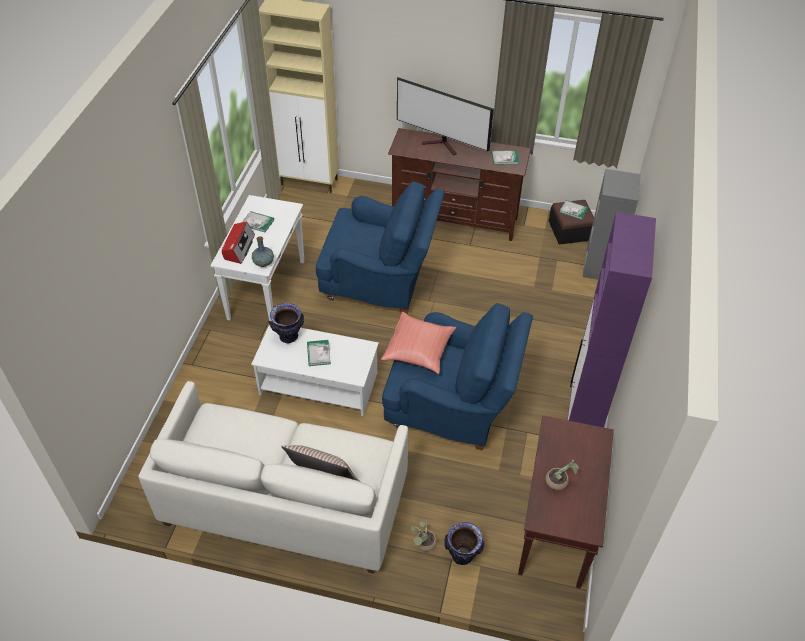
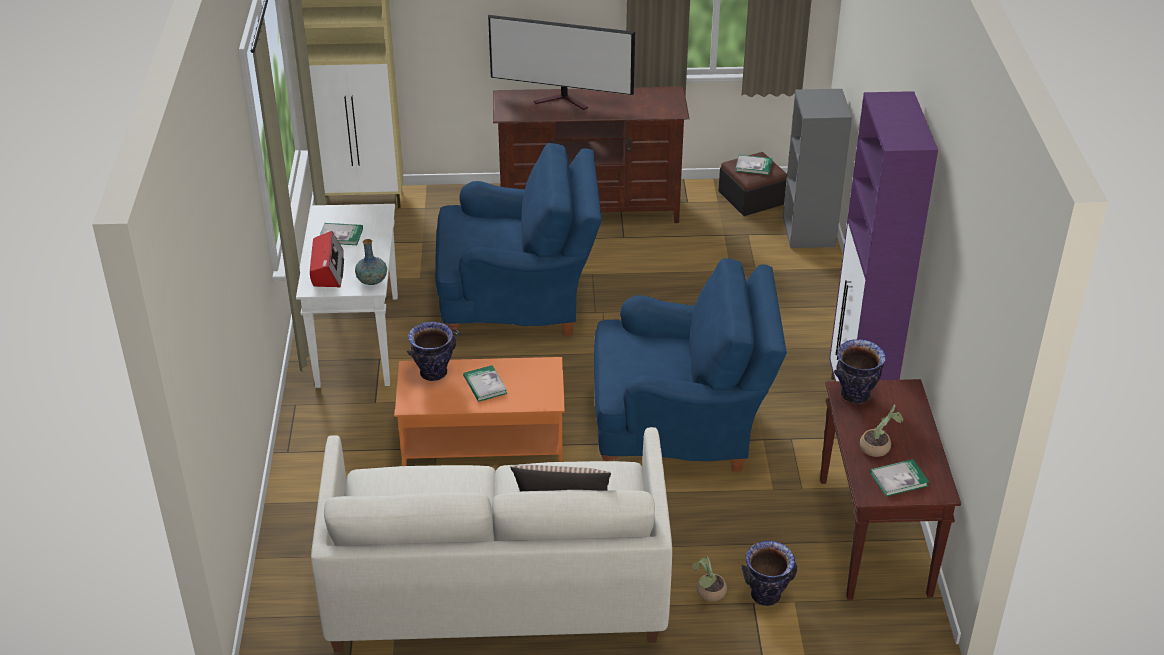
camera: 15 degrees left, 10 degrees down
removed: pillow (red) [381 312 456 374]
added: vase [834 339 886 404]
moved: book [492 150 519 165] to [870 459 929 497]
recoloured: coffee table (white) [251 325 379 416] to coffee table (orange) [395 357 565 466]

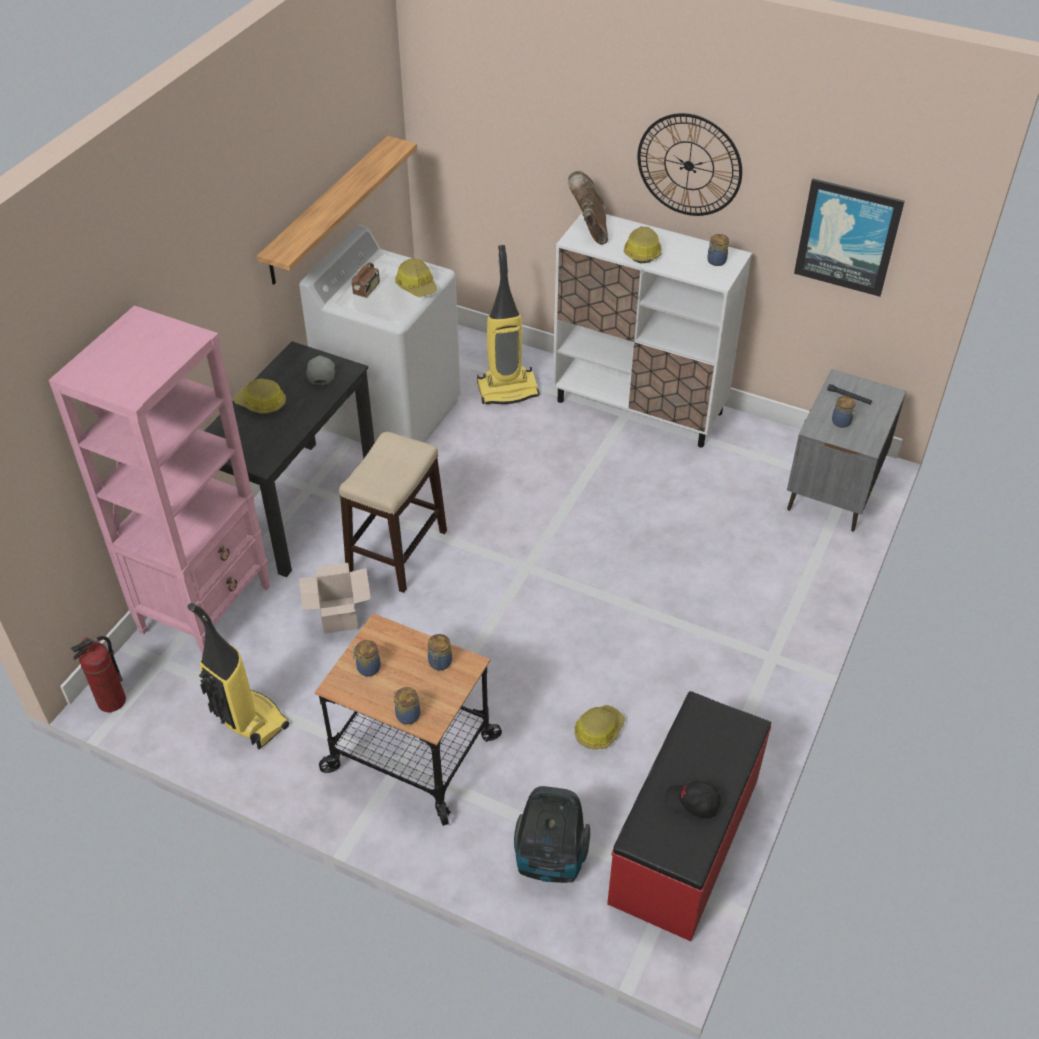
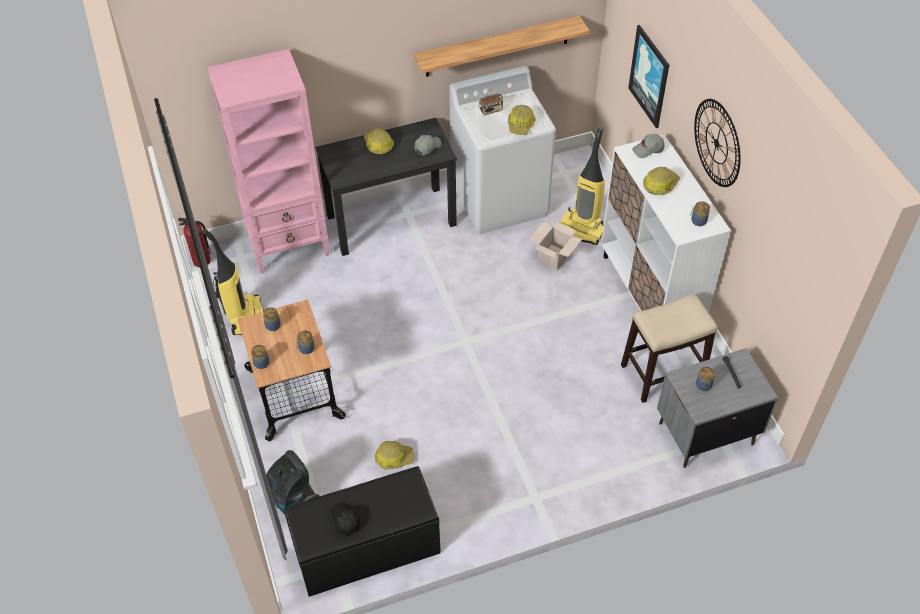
camera: 45 degrees right, 5 degrees up
moved: picture [794 178 905 297] to [628 25 669 128]; stool [339 432 447 593] to [621 294 718 403]; cardboard box [299 563 371 634] to [530 222 582 271]
replaced: boot (brown) [569 171 608 245] to cap (grey) [632 134 665 158]
recoloured: bench (red) [607 691 771 941] to bench (black) [284 466 441 597]

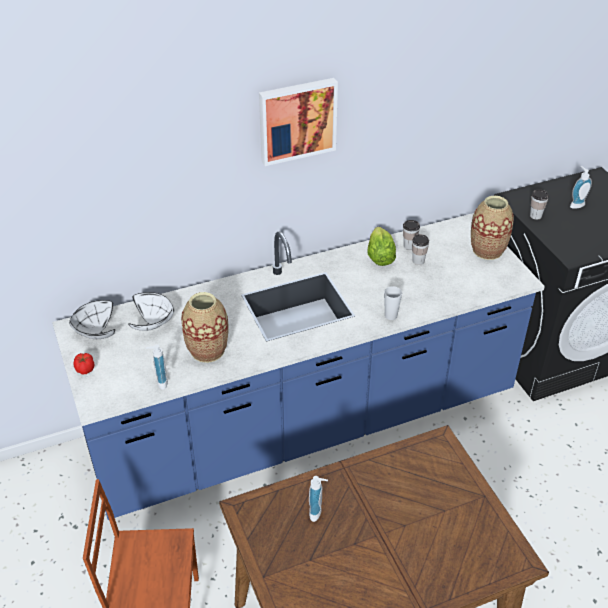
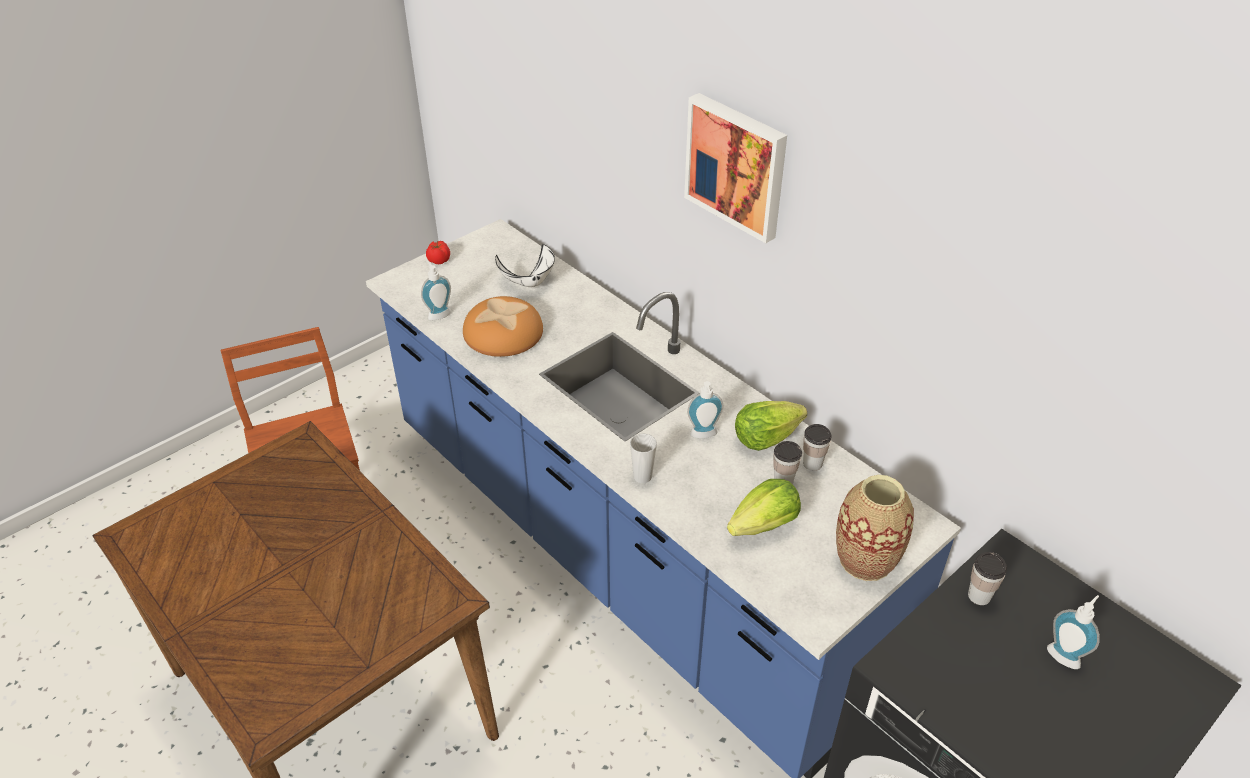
camera: 70 degrees right, 0 degrees up
removed: bowl (white) [69 300 115 339]
added: lettuce [727 479 801 536]
moved: soap dispenser [309 476 328 522] to [687 381 724 438]
replaced: vase [181 292 228 363] to bread [463 296 543 357]

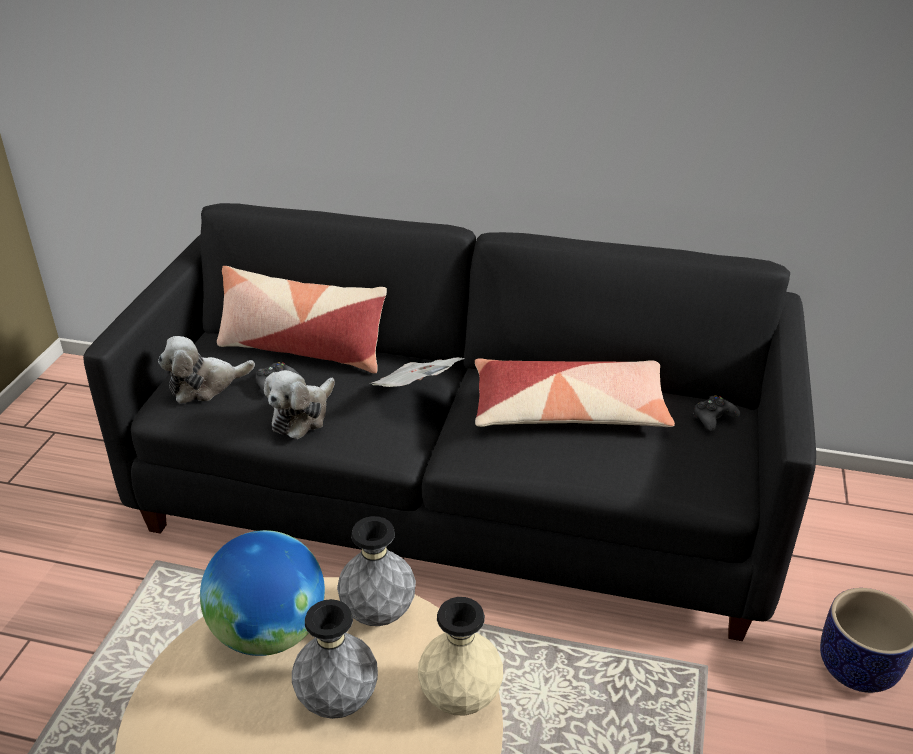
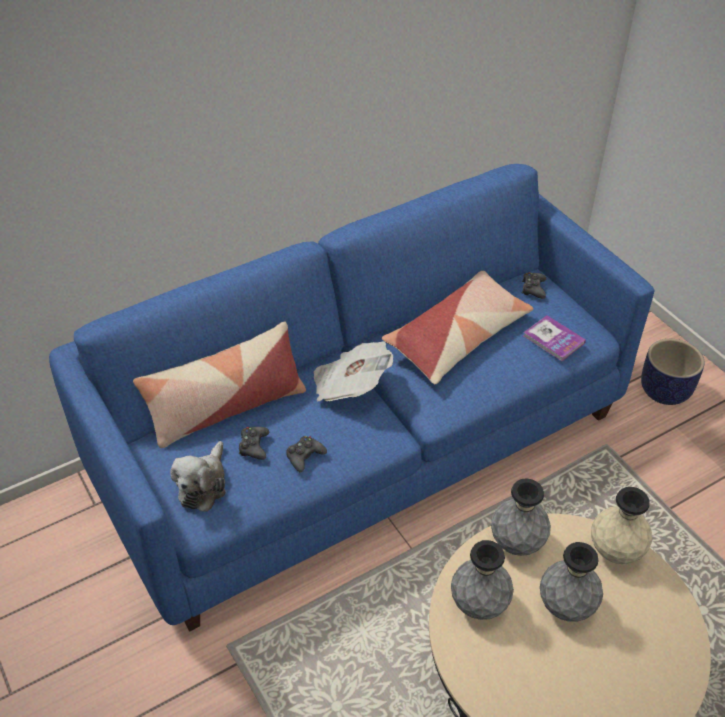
camera: 45 degrees left, 10 degrees up
added: book [524 315 586 361]
replaced: plush toy [264 370 335 439] to game controller (black) [286 436 327 473]; globe [200 530 325 656] to vase (grey) [451 540 514 620]
recoloured: sofa (black) [83 203 816 641] to sofa (blue) [49 164 654 632]

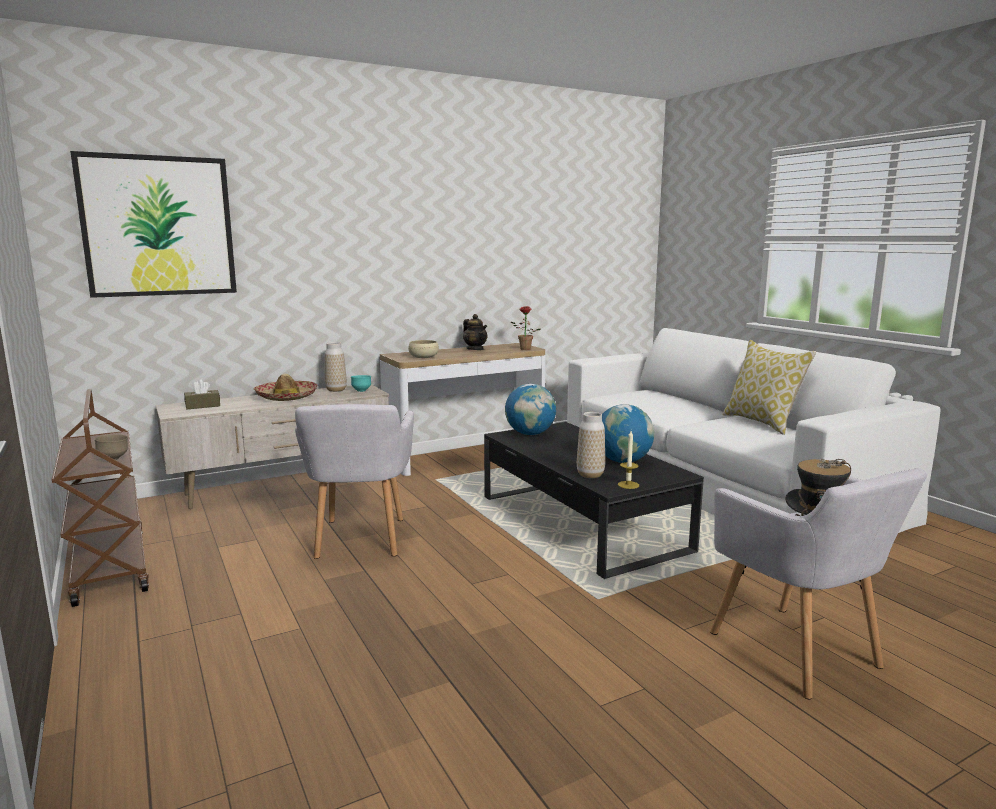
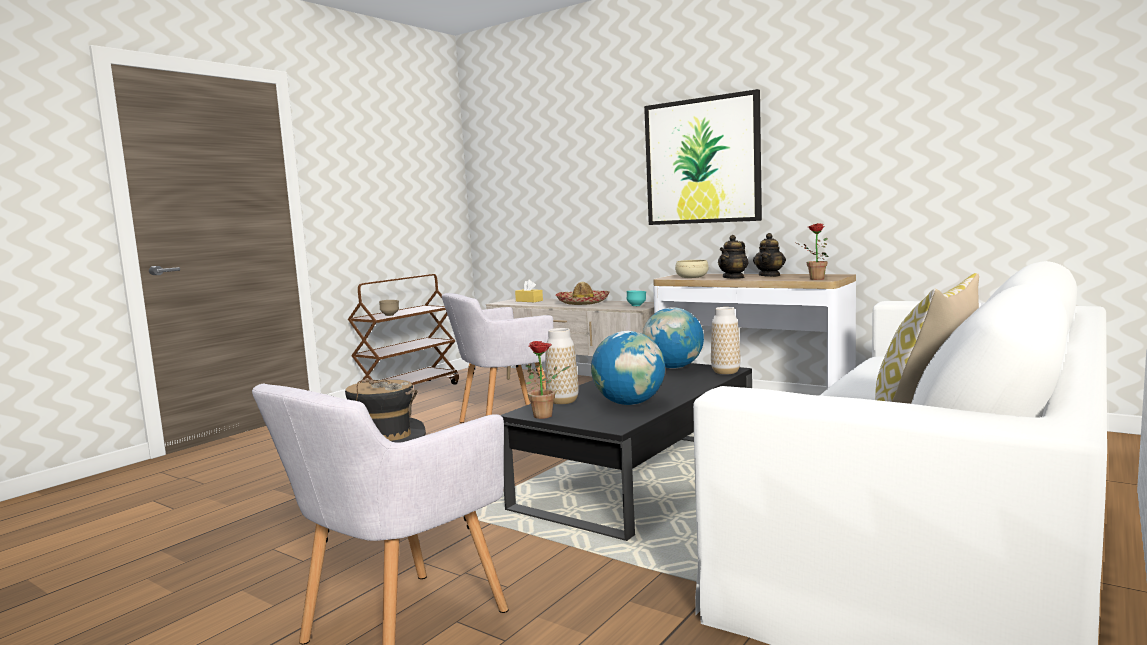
camera: 65 degrees right, 5 degrees down
added: teapot [718 235 749 279]
moved: picture [70 151 237 298] to [644 89 762 225]; vase [325 342 347 392] to [711 307 741 374]
replaced: candle [618 431 639 489] to potted plant [526 341 570 419]
recoloured: tissue box (brown) [184 379 220 409] to tissue box (yellow) [515 280 543 302]

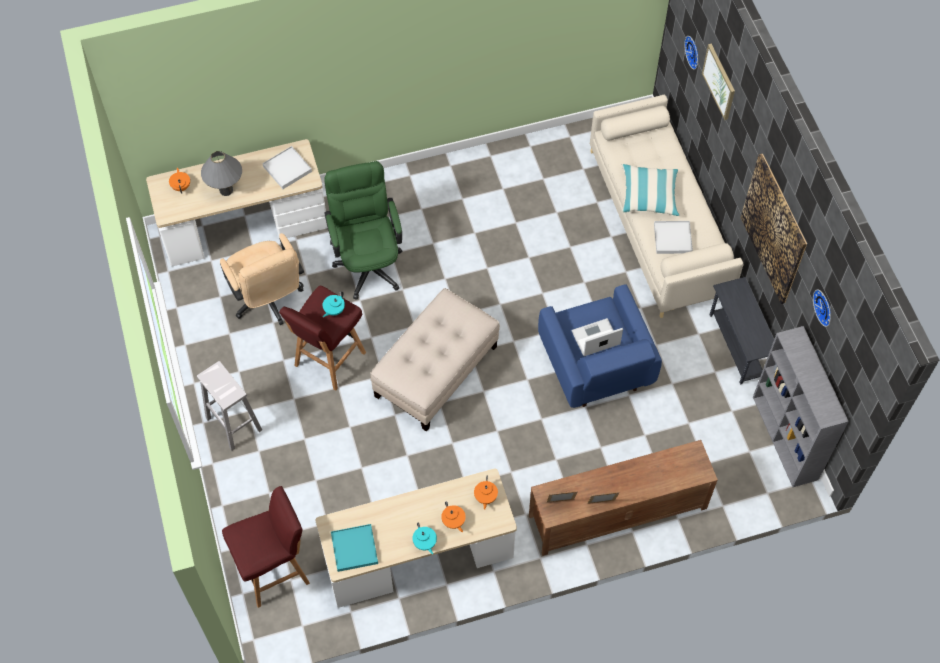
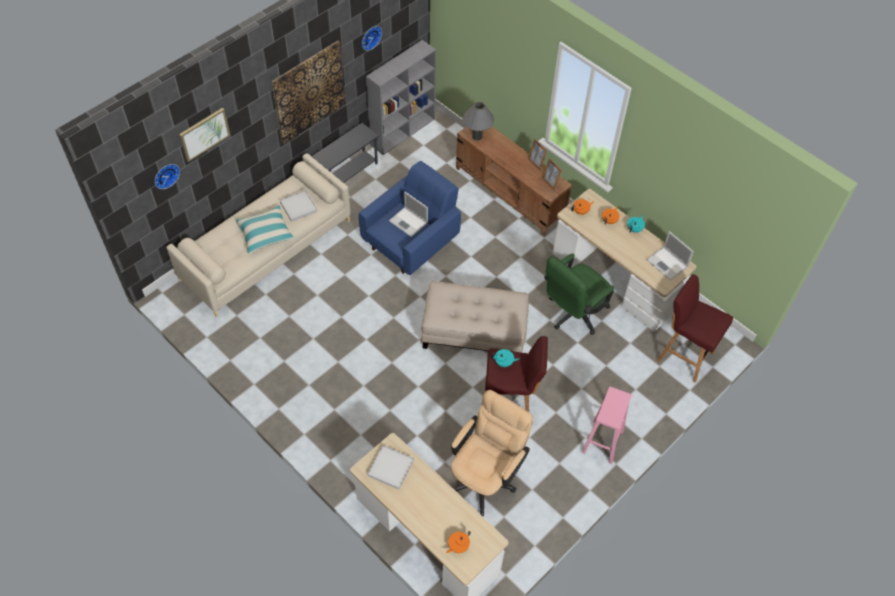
camera: 120 degrees left, 5 degrees down
moved: table lamp (grey) [201 151 242 196] to [463 102 494 141]; office chair (green) [324 161 402 300] to [544 253 614 335]
replaced: tray (turquoise) [331 524 378 572] to laptop [646 231 694 280]
recoloured: stool (white) [197 361 262 451] to stool (pink) [581 386 632 464]

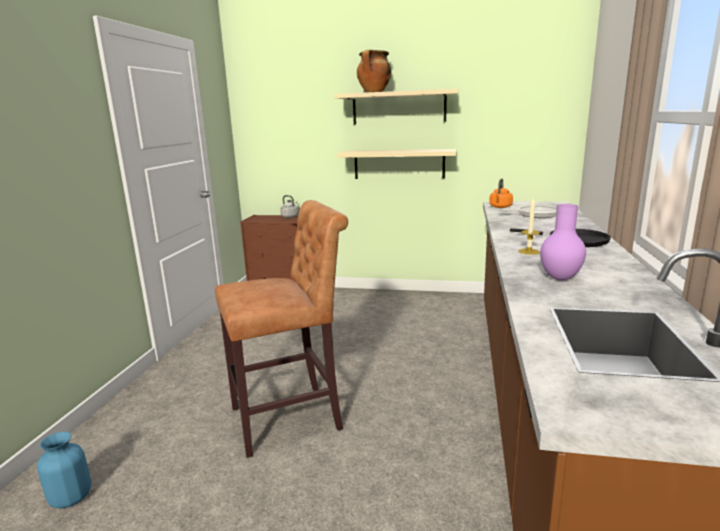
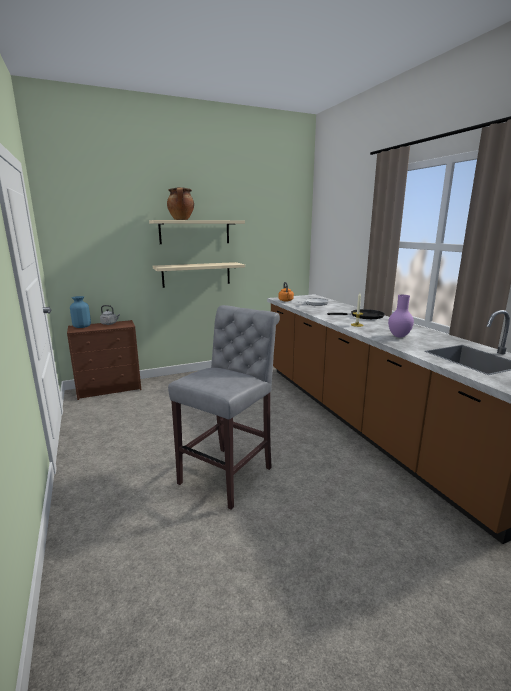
camera: 35 degrees left, 0 degrees up
moved: vase (blue) [37 432 91 509] to [70 296 91 328]
recoloured: stool (brown) [215 200 348 458] to stool (grey) [168 305 280 510]

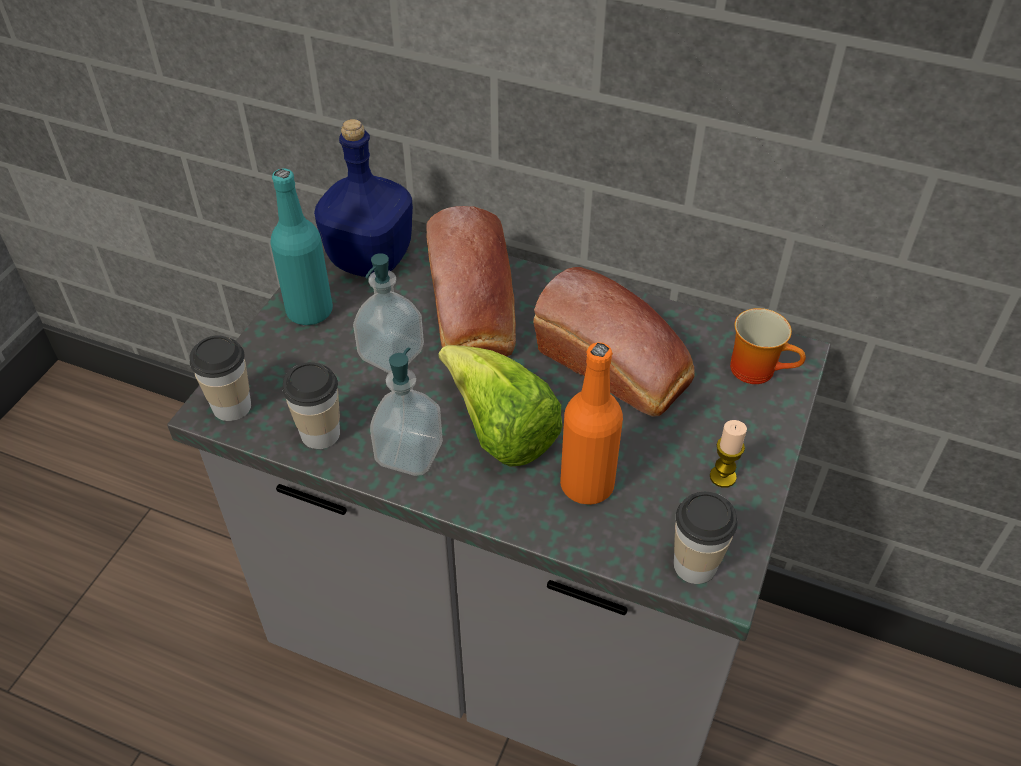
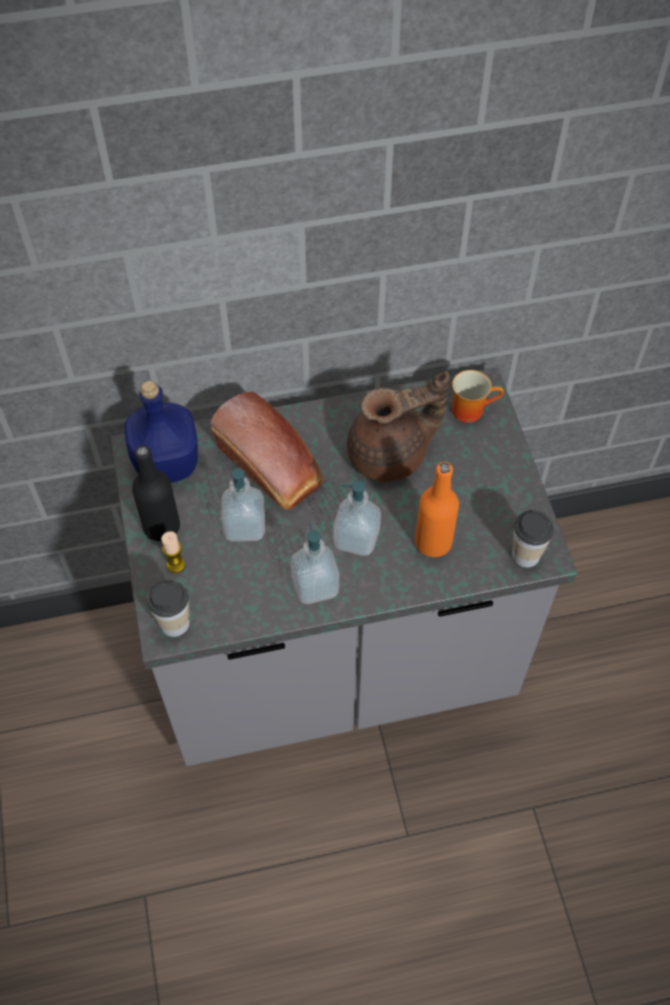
camera: 35 degrees left, 10 degrees up
removed: cup [282 362 340 449]
moved: candle [710 420 747 488] to [161 531 185 573]
replaced: bread [533 267 695 417] to teapot (brown) [347 371 449 482]; lettuce [438 345 562 466] to soap dispenser [333 481 381 556]
recoloured: bottle (turquoise) [270 169 333 325] to bottle (black) [132 445 180 541]

